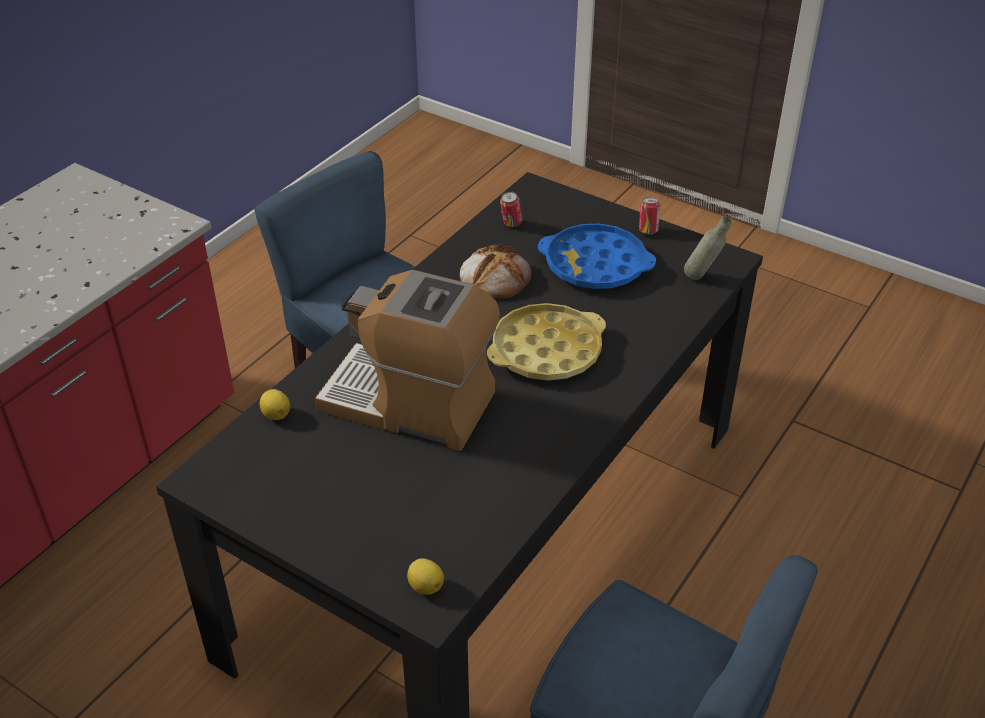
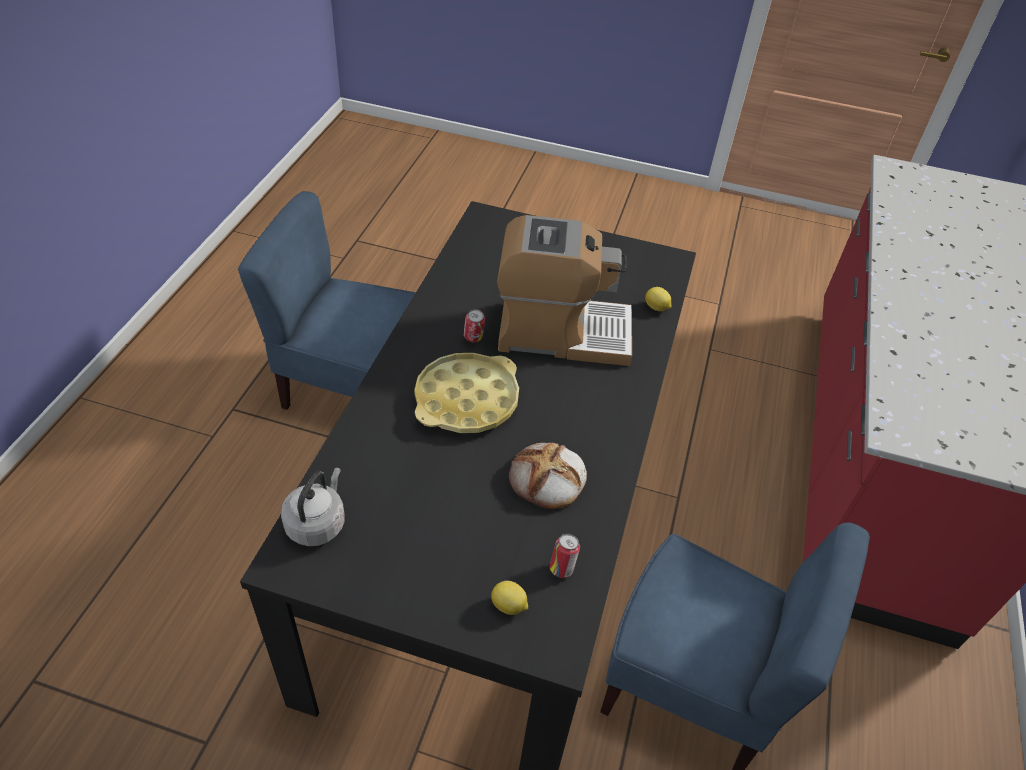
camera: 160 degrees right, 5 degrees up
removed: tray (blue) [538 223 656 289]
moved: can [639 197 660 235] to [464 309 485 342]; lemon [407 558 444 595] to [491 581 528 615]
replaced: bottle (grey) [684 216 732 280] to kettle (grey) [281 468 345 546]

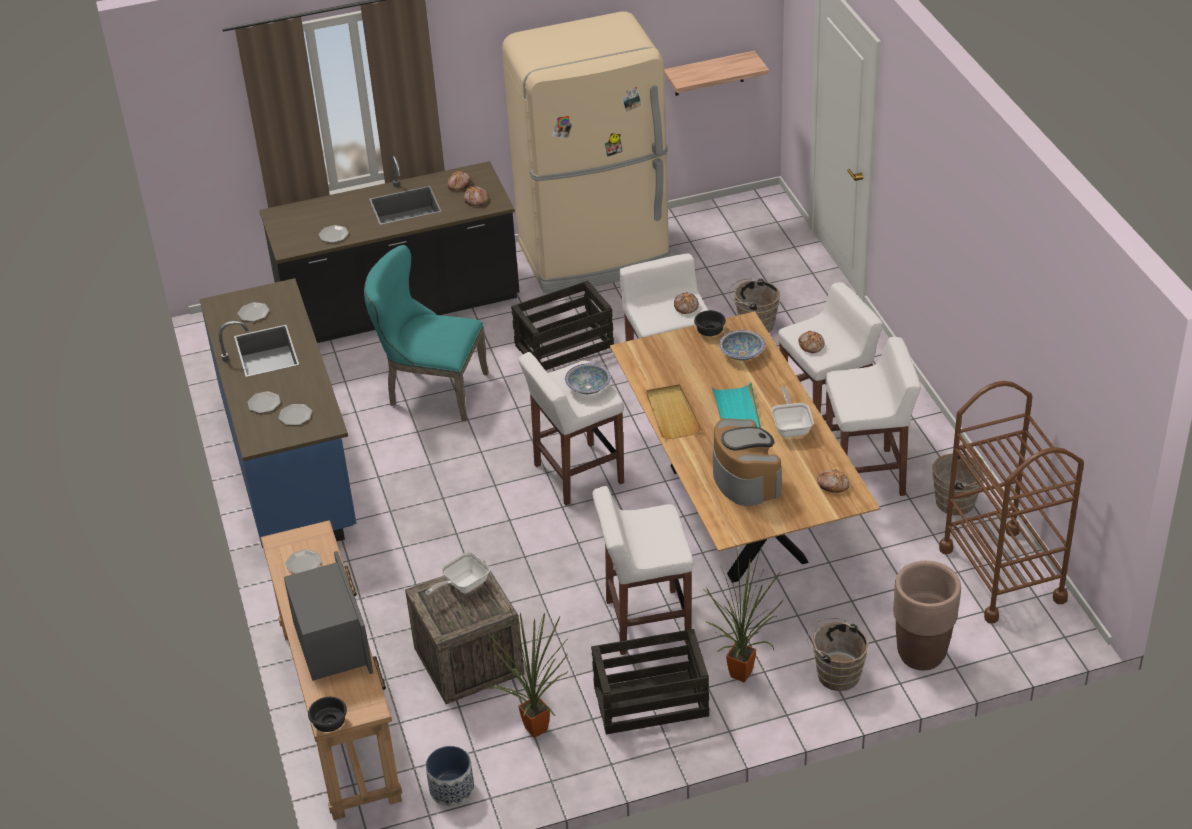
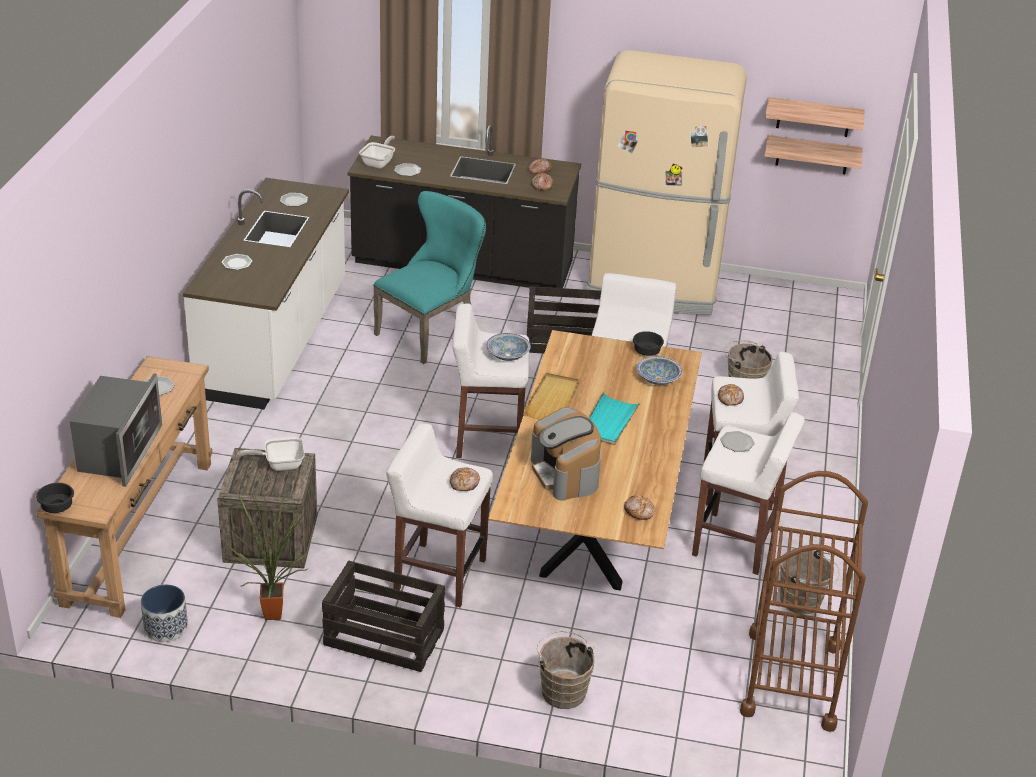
camera: 25 degrees right, 5 degrees down
removed: potted plant [703 545 783 682]; planter (brown) [893 561 961 670]
added: shelf [765 97 865 137]
moved: bread [674 292 699 314] to [450 467 480 491]; frying pan [772 387 814 438] to [359 136 395 168]; plate [279 404 312 425] to [720 431 755 452]
recoloured: counter (blue) [199 278 356 548] to counter (white) [183 178 349 409]
turned: chair (turquoise) [364 245 489 421] = [373 191 486 364] 90 degrees clockwise; coffee machine [713 418 782 506] = [531 407 601 501] 150 degrees clockwise

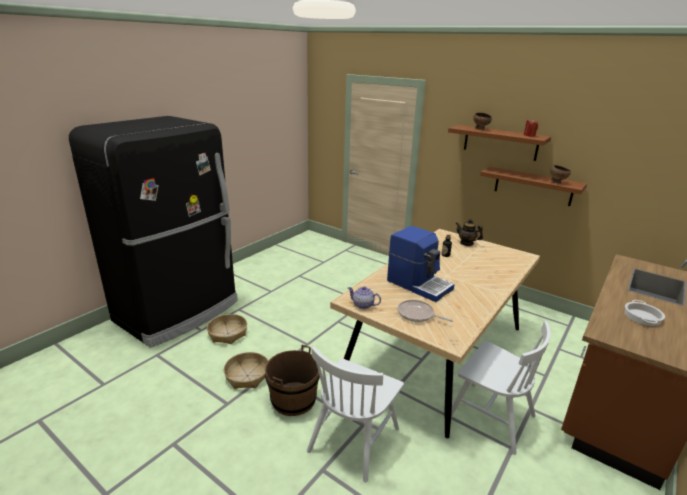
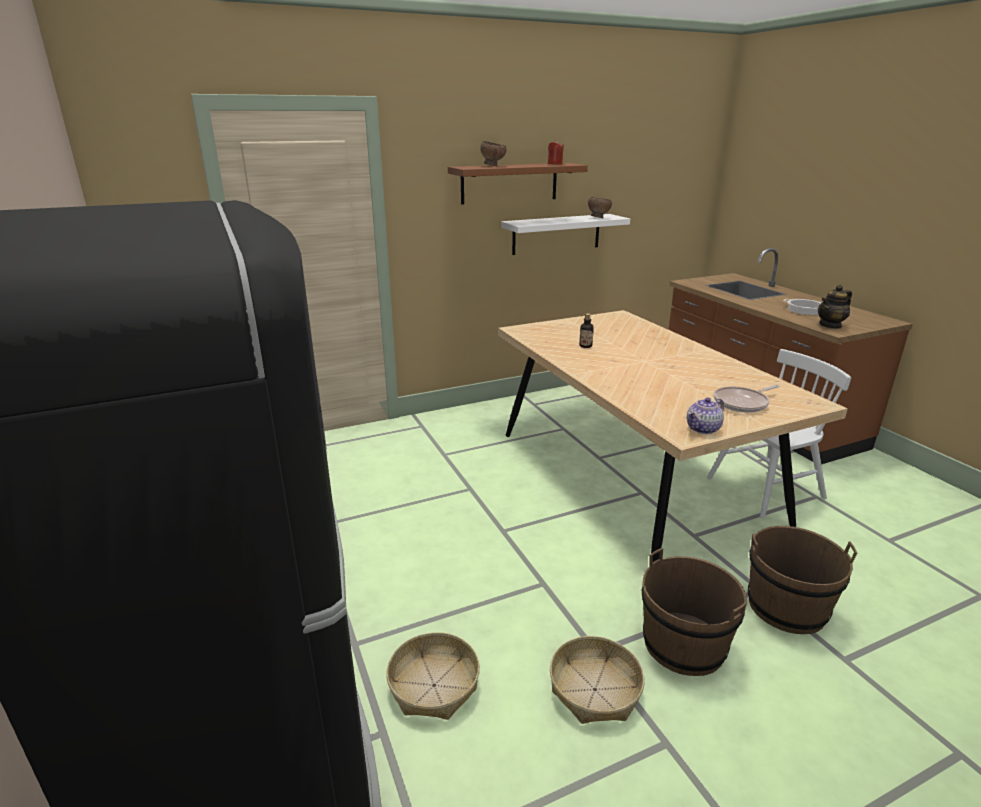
camera: 60 degrees left, 0 degrees up
removed: coffee machine [387 226 455 302]
moved: teapot [456 219 483 246] to [818 285 852 329]
replaced: chair (white) [307 346 404 482] to bucket (brown) [748 526 857 634]
recoloured: shelf (brown) [480 167 587 206] to shelf (white) [501 214 630 255]

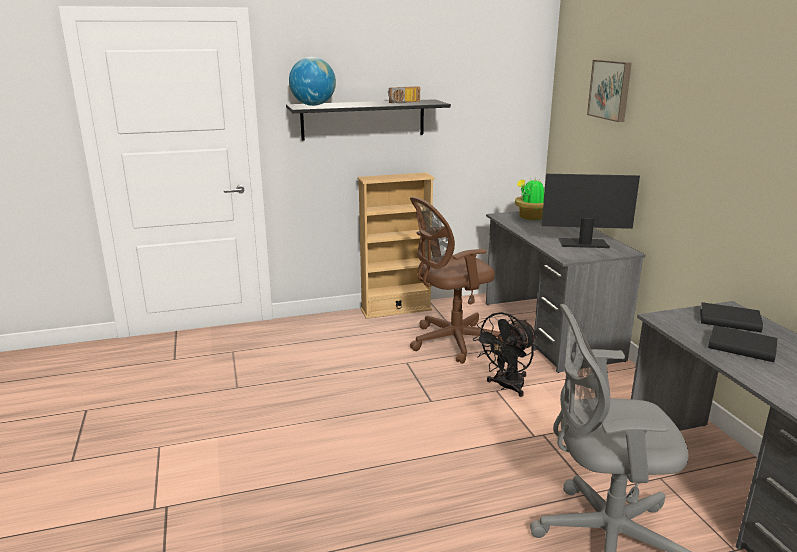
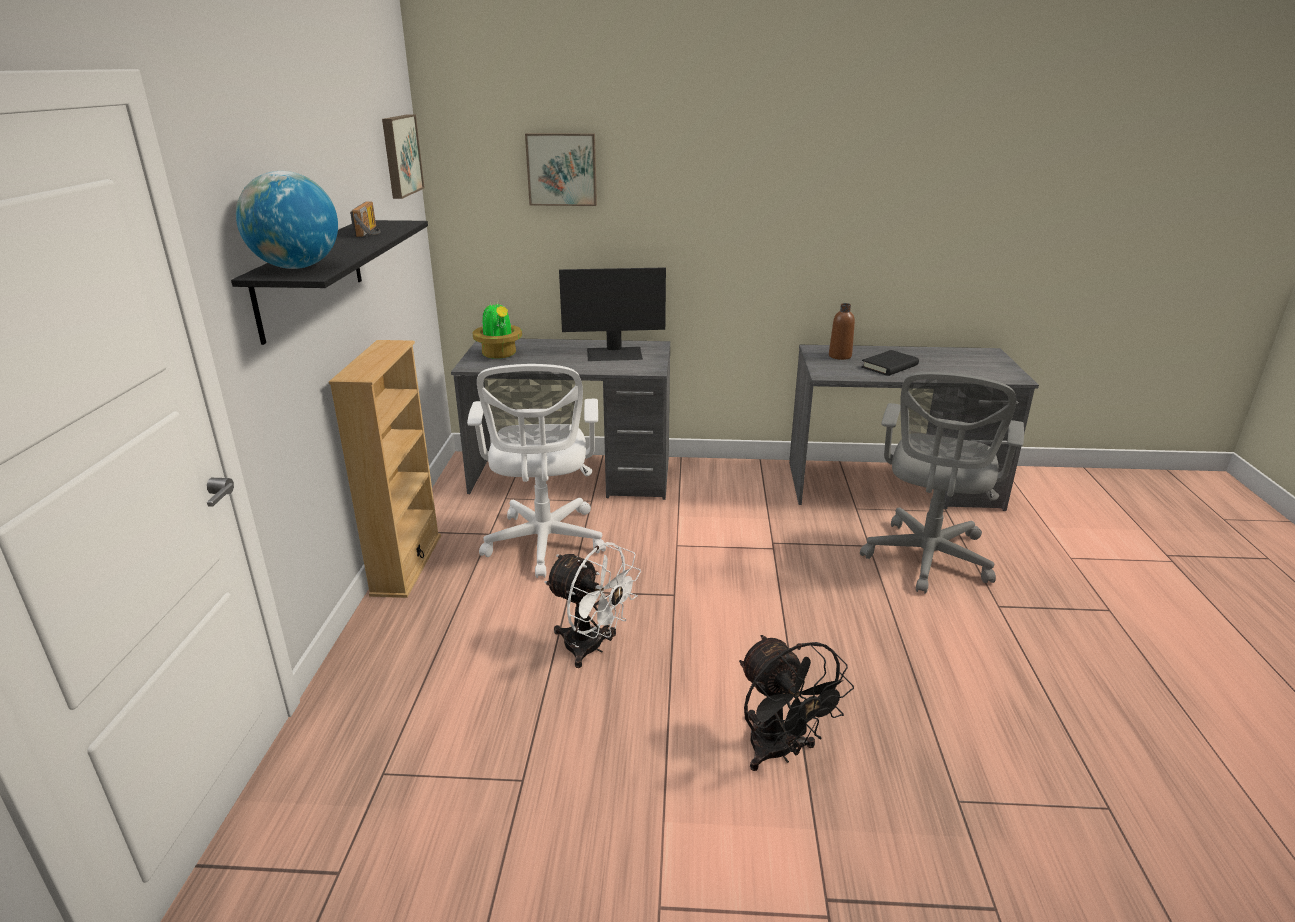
camera: 70 degrees left, 5 degrees up
added: picture [382 114 425 199]; fan (white) [544 542 641 668]
moved: fan (black) [473 312 537 397] to [739 635 854 771]
replaced: book (black) [700 302 763 332] to bottle (brown) [829 303 855 360]
recoloured: office chair (brown) [410 197 503 364] to office chair (white) [467 364 606 578]
turned: monitor [542 174 640 248] = [559 267 666 361] 120 degrees counterclockwise

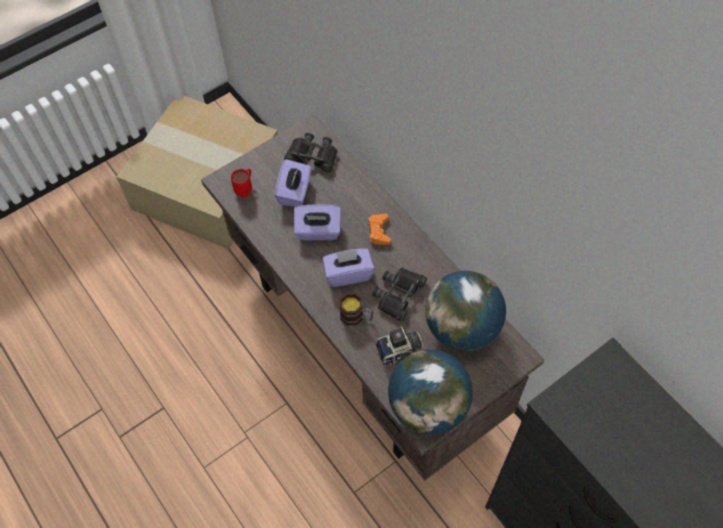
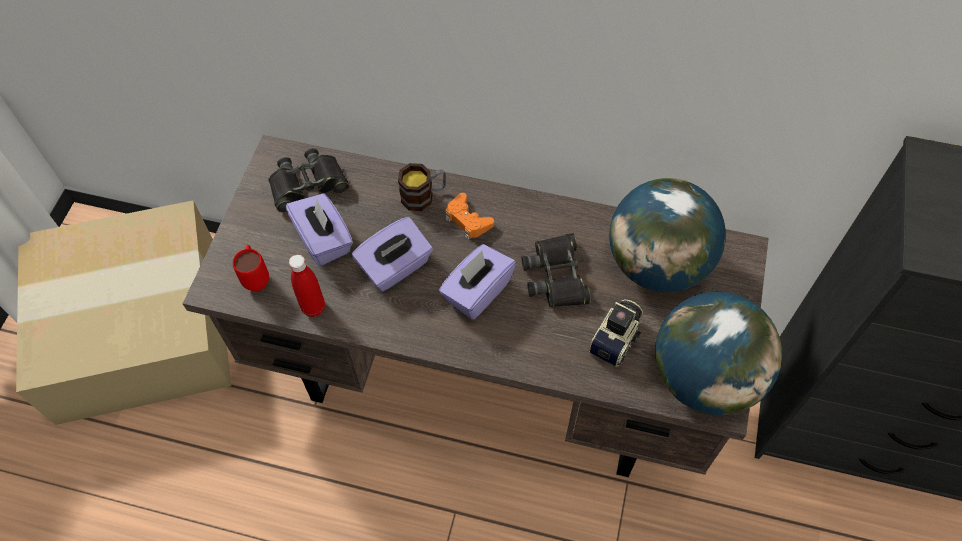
camera: 40 degrees left, 0 degrees up
added: bottle (red) [289 255 325 317]
moved: mug [339 292 374 326] to [398 163 446 211]

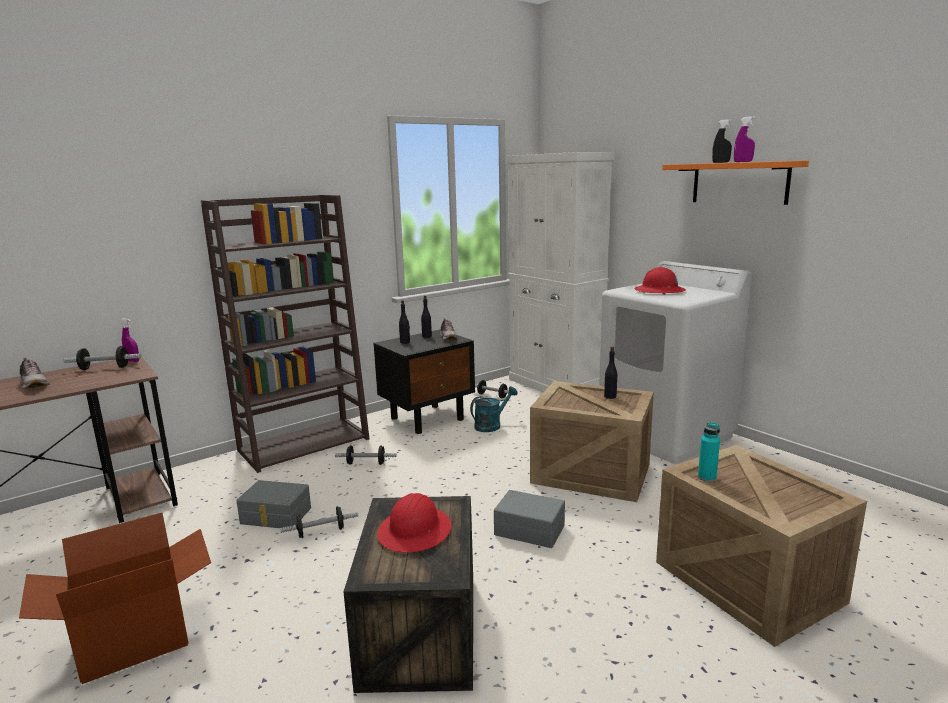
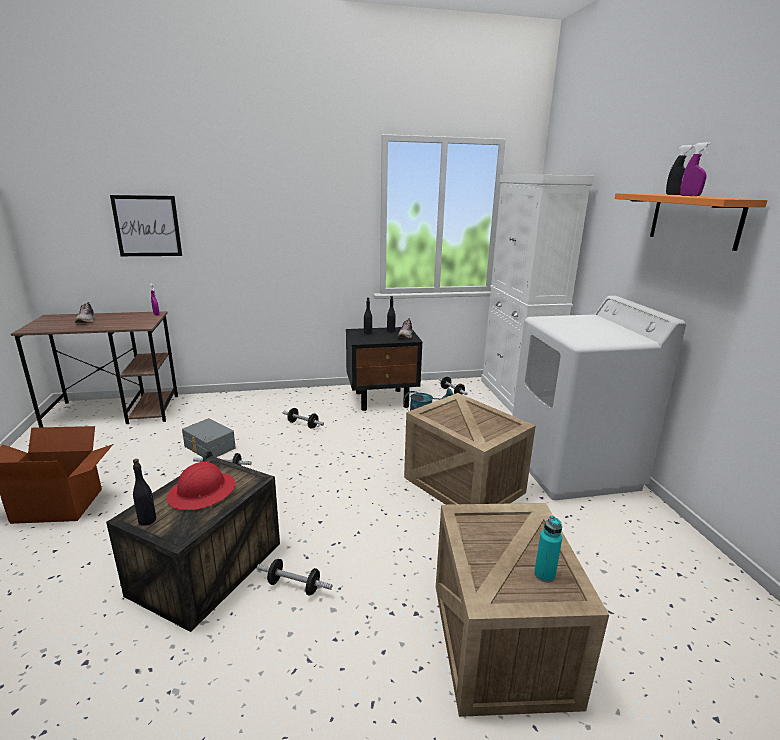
camera: 25 degrees right, 5 degrees up
removed: bookcase (brown) [201 195 370 473]; hard hat (red) [635 267 686 295]; storage box (grey) [494 490 565 548]
added: picture [110 195 182 256]
moved: dumbbell [64 346 141 370] to [257 559 333 595]; bottle (black) [604 347 617 399] to [133 459 156 526]; bottle (turquoise) [698 422 720 482] to [534 516 562 583]

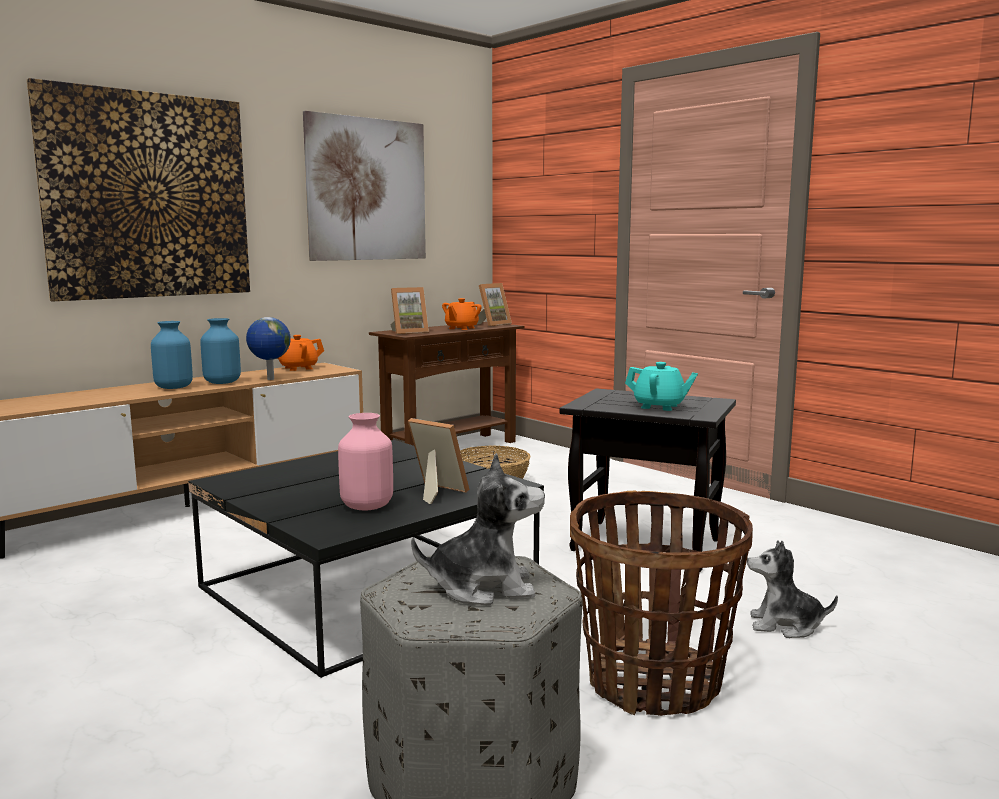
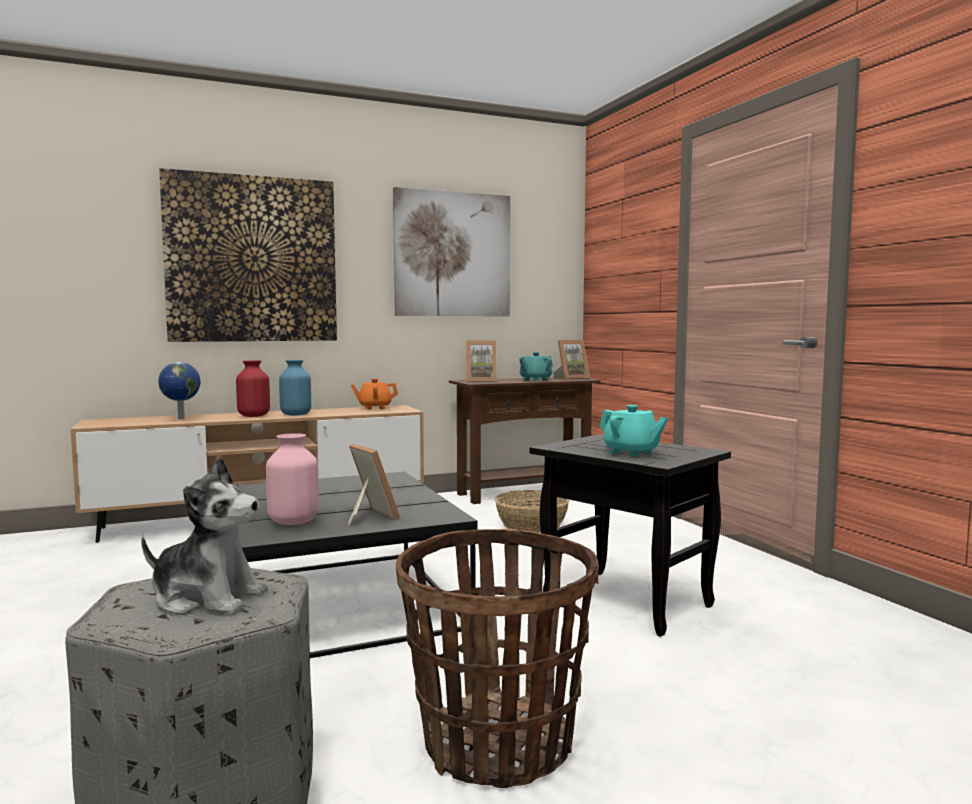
camera: 20 degrees right, 5 degrees down
removed: plush toy [747 540 838 638]
moved: globe [246 317 291 380] to [158 362 200 419]
recoloured: teapot (orange) [442 298 482 330] to teapot (turquoise) [520 352 553 381]; vase (blue) [151 321 193 389] to vase (red) [236 360 270 417]

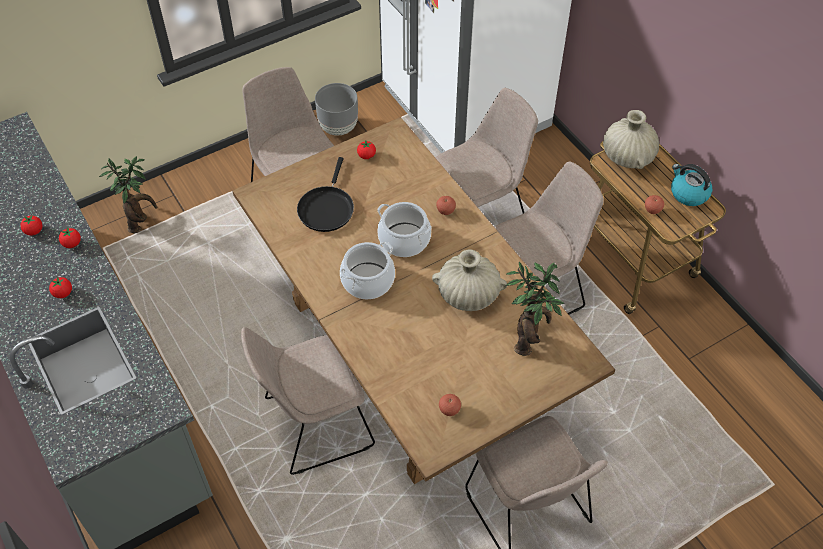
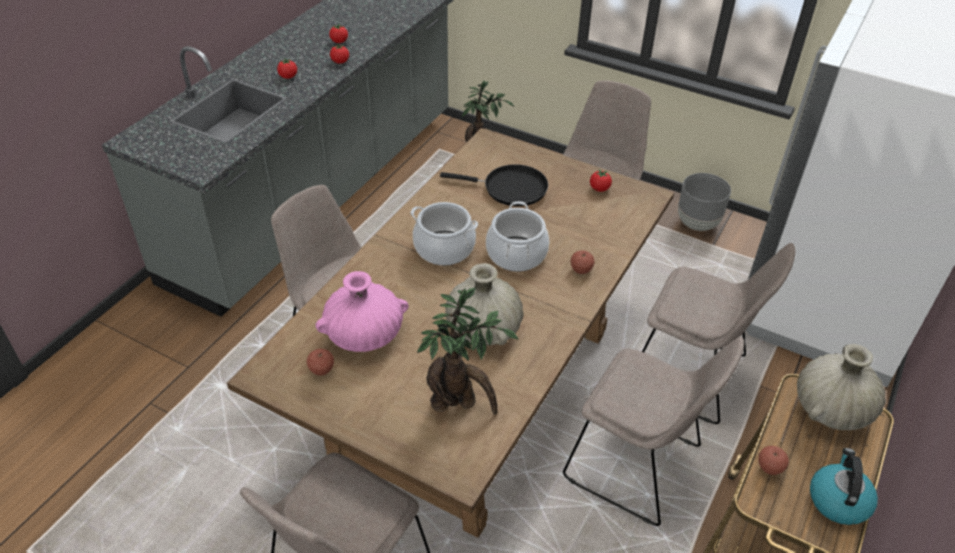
camera: 60 degrees right, 10 degrees down
added: vase (pink) [315 271 409 352]
turned: frying pan (black) [297 157 354 232] = [440 164 548 206] 150 degrees counterclockwise

